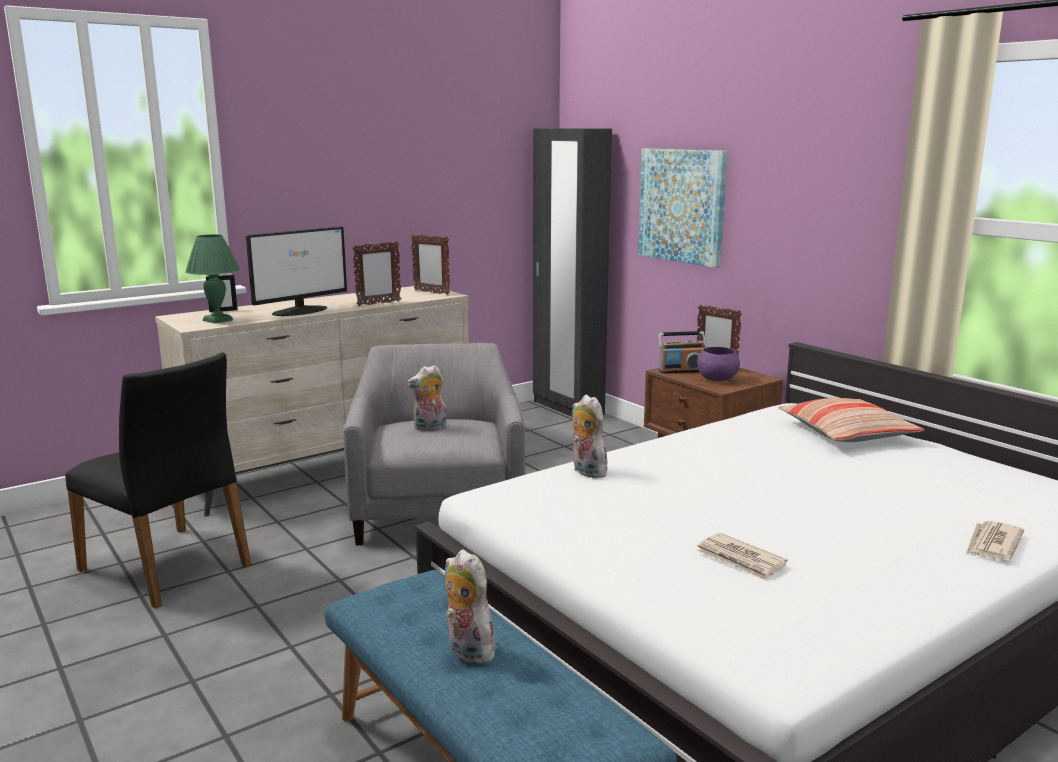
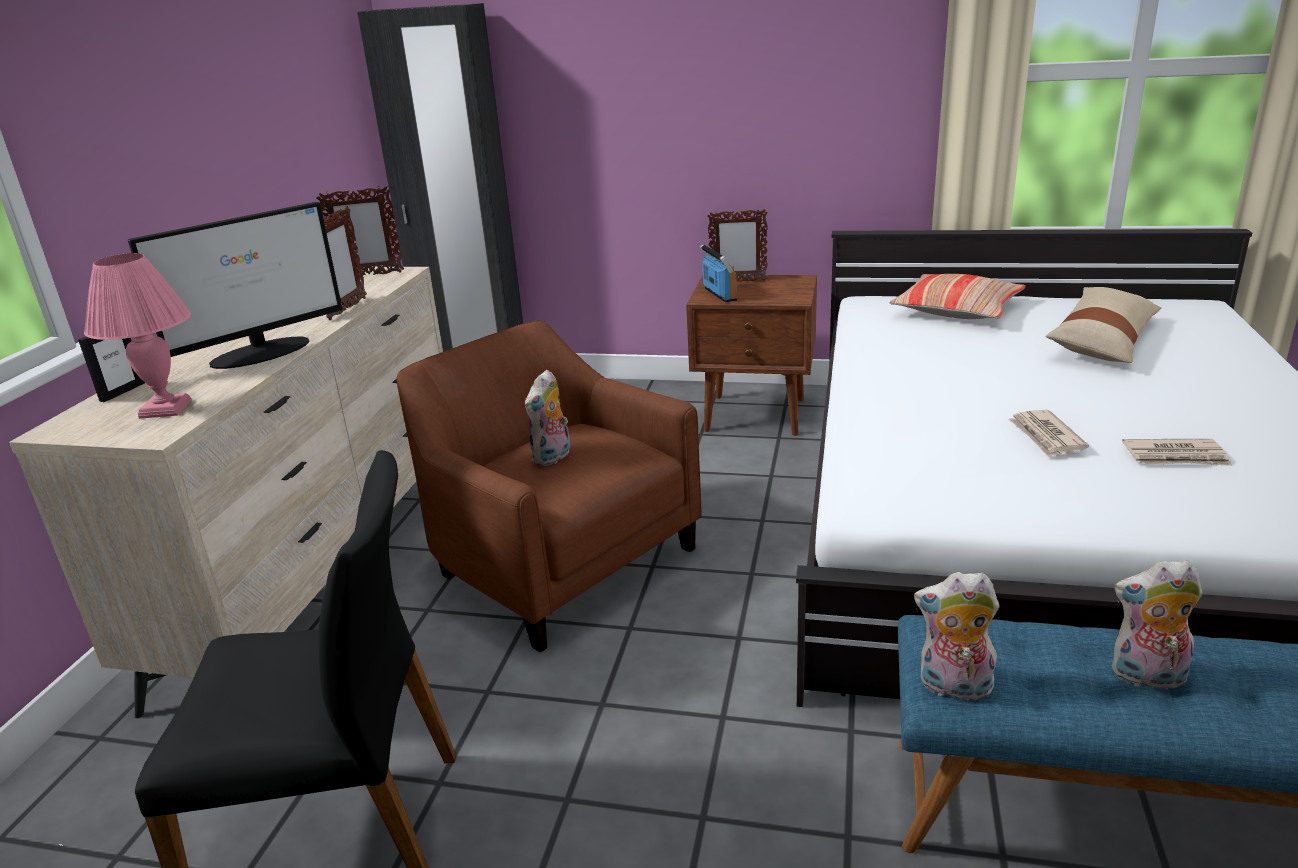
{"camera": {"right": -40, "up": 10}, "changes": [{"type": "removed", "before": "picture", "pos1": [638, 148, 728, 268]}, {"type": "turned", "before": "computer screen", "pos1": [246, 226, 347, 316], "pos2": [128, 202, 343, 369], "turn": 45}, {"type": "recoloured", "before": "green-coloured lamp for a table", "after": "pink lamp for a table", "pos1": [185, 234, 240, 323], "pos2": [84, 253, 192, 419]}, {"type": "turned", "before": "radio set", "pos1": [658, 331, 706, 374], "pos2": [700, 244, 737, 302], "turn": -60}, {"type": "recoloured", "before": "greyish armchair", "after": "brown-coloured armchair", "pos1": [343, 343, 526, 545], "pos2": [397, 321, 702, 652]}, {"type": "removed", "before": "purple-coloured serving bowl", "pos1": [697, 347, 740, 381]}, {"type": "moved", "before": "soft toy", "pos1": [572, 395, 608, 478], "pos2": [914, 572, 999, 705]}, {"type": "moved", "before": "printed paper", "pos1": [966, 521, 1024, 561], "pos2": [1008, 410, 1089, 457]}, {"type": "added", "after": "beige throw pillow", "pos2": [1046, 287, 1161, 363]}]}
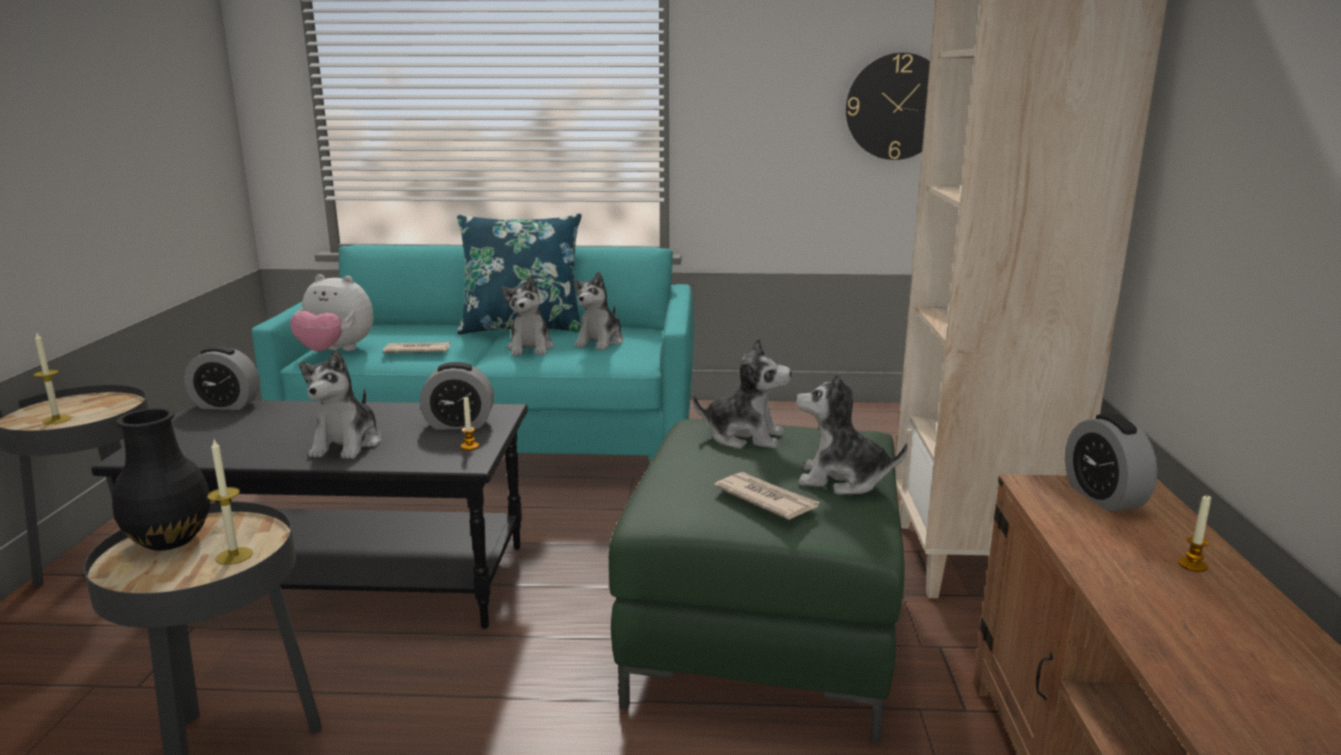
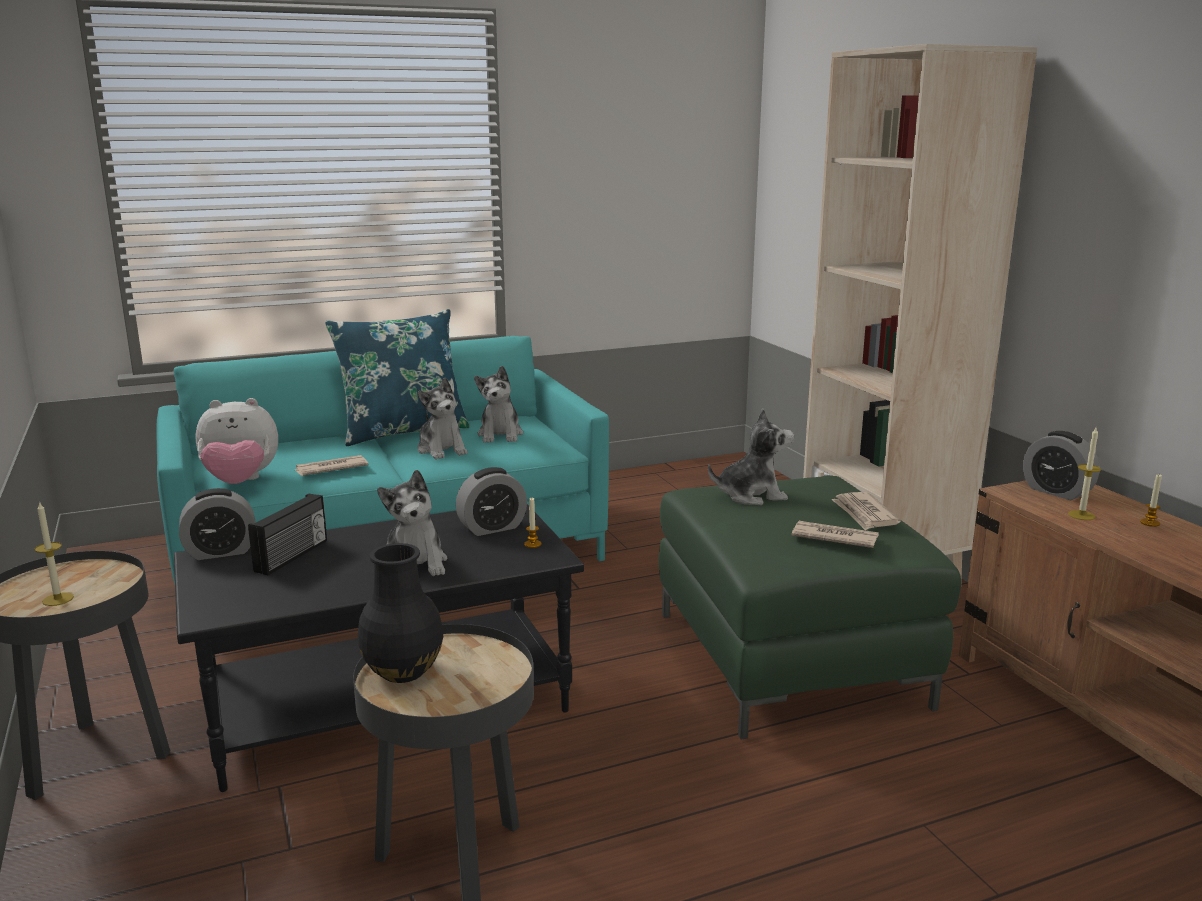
{"camera": {"right": -25, "up": 0}, "changes": [{"type": "removed", "before": "wall clock", "pos1": [846, 53, 930, 160]}, {"type": "replaced", "before": "soft toy", "after": "printed paper", "pos1": [796, 372, 908, 495], "pos2": [831, 492, 901, 531]}, {"type": "moved", "before": "candle", "pos1": [207, 440, 253, 565], "pos2": [1068, 428, 1101, 520]}, {"type": "added", "after": "radio set", "pos2": [248, 493, 327, 575]}]}
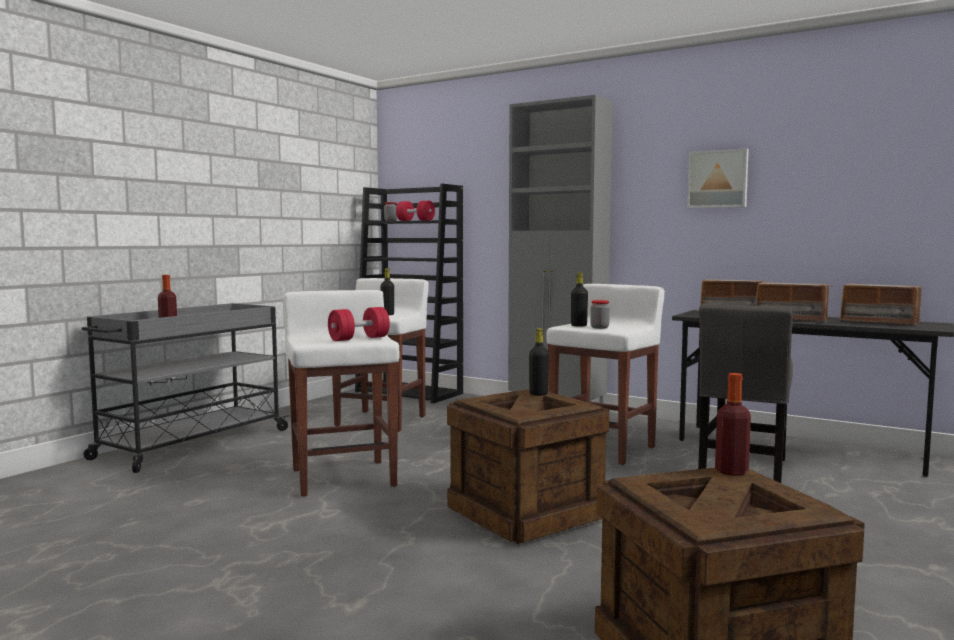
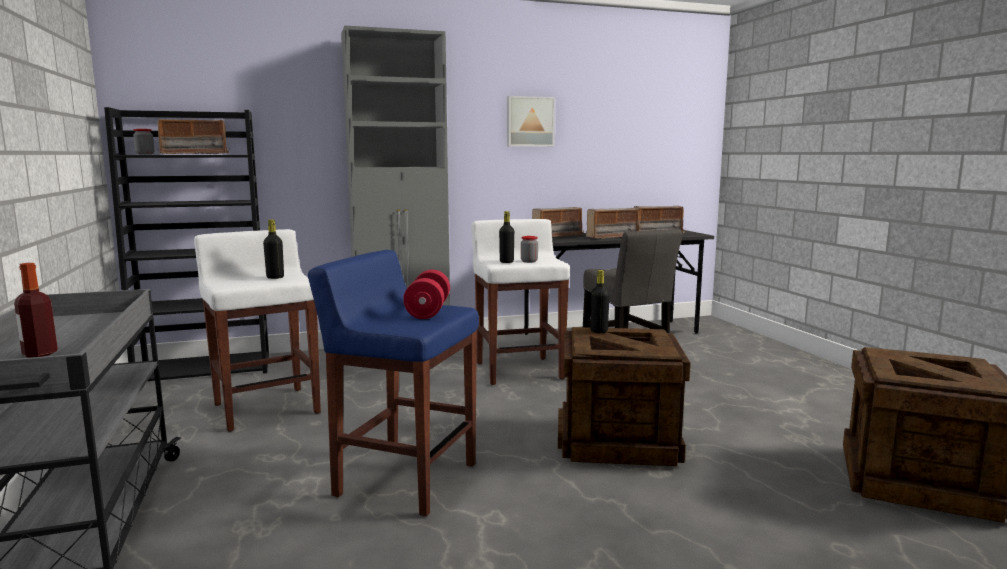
{"camera": {"right": -50, "up": 5}, "changes": [{"type": "replaced", "before": "red free weight", "after": "radio set", "pos1": [396, 201, 435, 221], "pos2": [157, 119, 230, 155]}, {"type": "recoloured", "before": "whitish sitting stool", "after": "blue sitting stool", "pos1": [283, 290, 399, 497], "pos2": [308, 250, 479, 517]}, {"type": "removed", "before": "bottle", "pos1": [715, 373, 751, 475]}]}
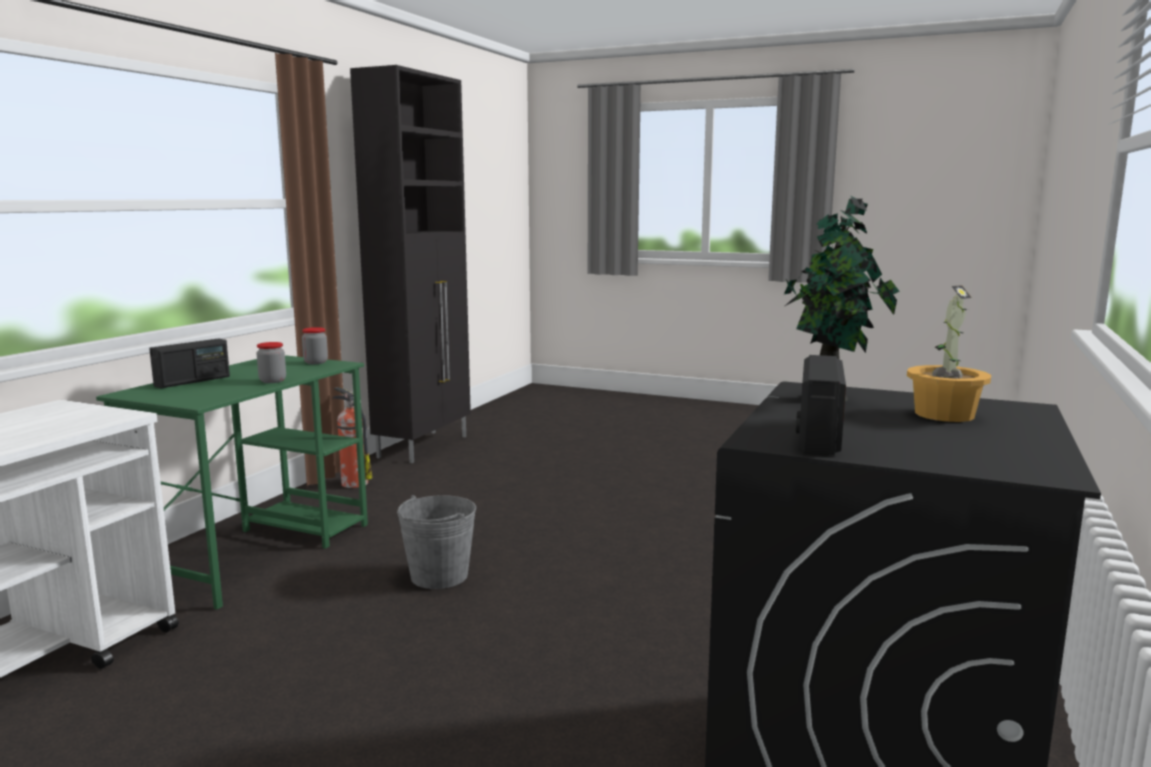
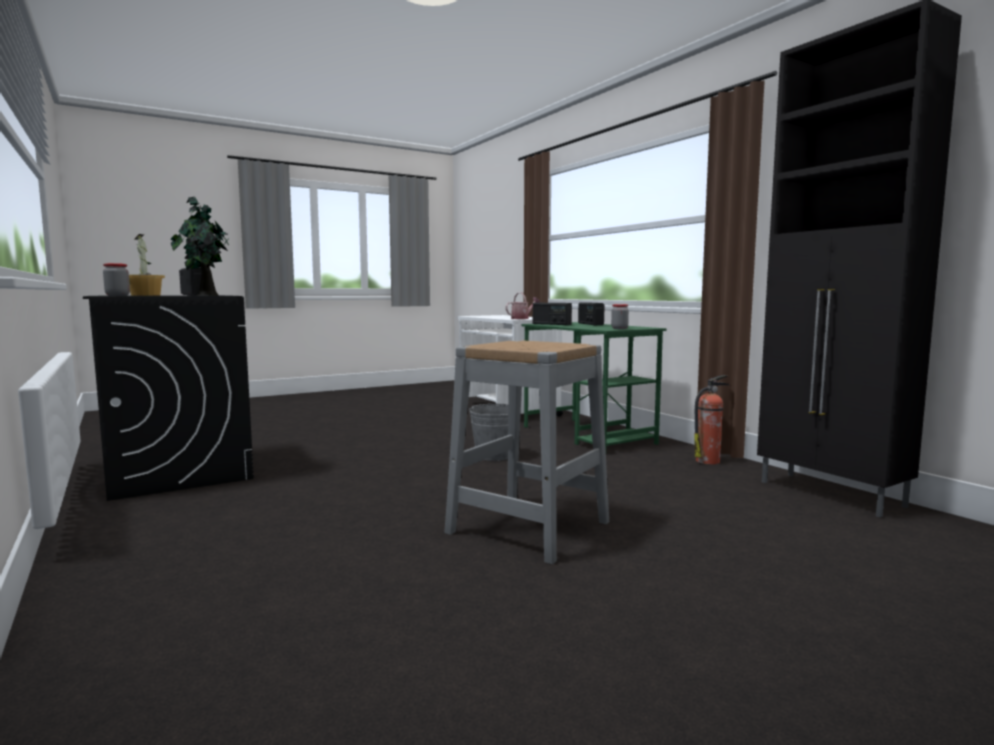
{"camera": {"right": 125, "up": -5}, "changes": [{"type": "moved", "before": "preserve jar", "pos1": [257, 342, 286, 383], "pos2": [103, 263, 130, 296]}, {"type": "added", "after": "sprinkling can", "pos2": [506, 292, 540, 319]}, {"type": "added", "after": "radio set", "pos2": [533, 303, 572, 325]}, {"type": "added", "after": "greyish sitting stool", "pos2": [444, 340, 609, 564]}]}
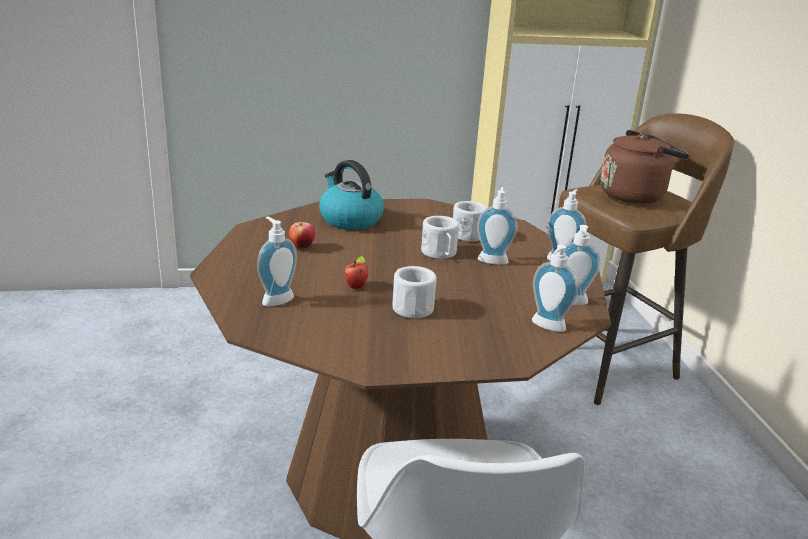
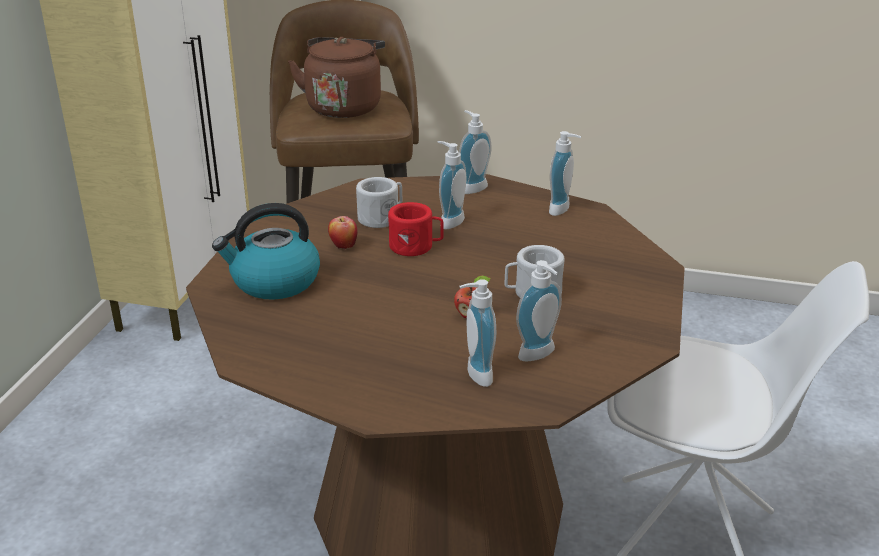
{"camera": {"right": -65, "up": 5}, "changes": [{"type": "recoloured", "before": "whitish coffee mug", "after": "red coffee mug", "pos1": [421, 216, 459, 259], "pos2": [388, 202, 443, 256]}, {"type": "moved", "before": "apple", "pos1": [289, 222, 315, 249], "pos2": [328, 216, 357, 249]}, {"type": "moved", "before": "soap dispenser", "pos1": [532, 245, 578, 332], "pos2": [516, 260, 562, 362]}]}
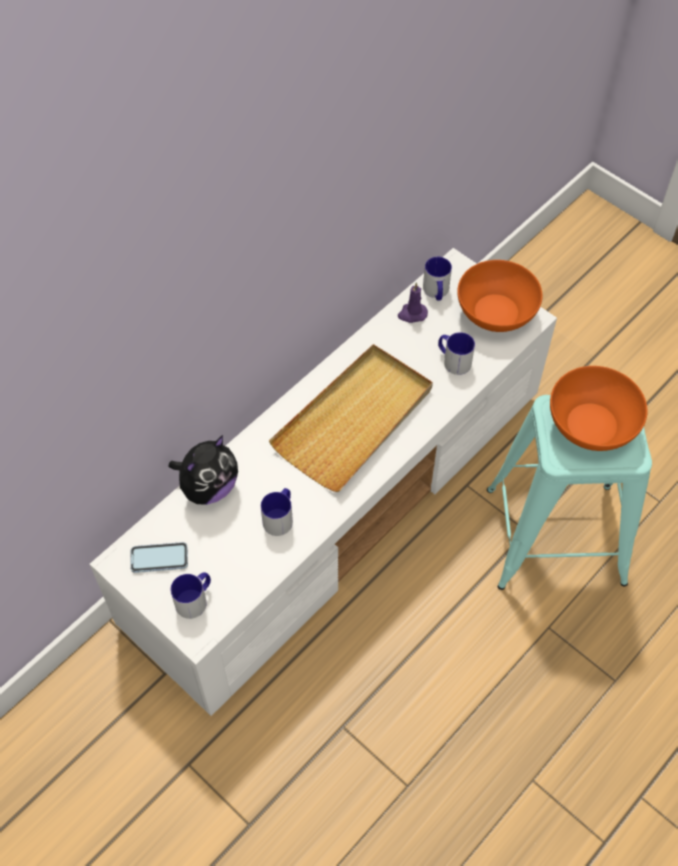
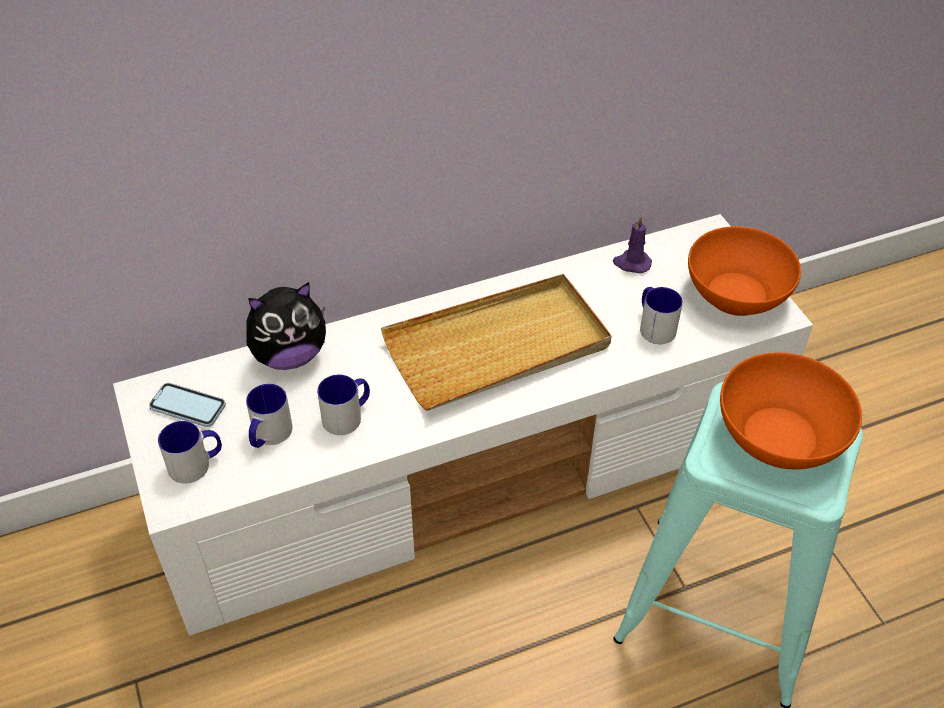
{"camera": {"right": 25, "up": -10}, "changes": [{"type": "moved", "before": "coffee mug", "pos1": [423, 256, 452, 301], "pos2": [246, 384, 293, 448]}]}
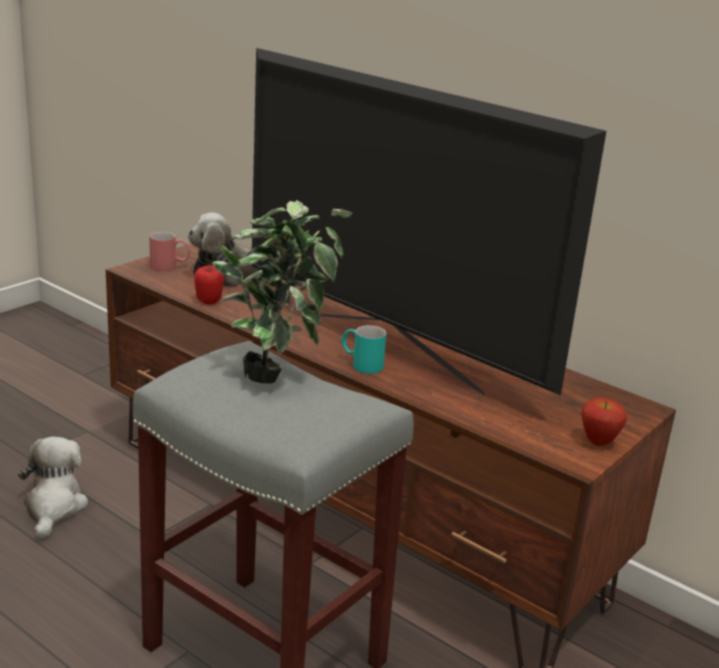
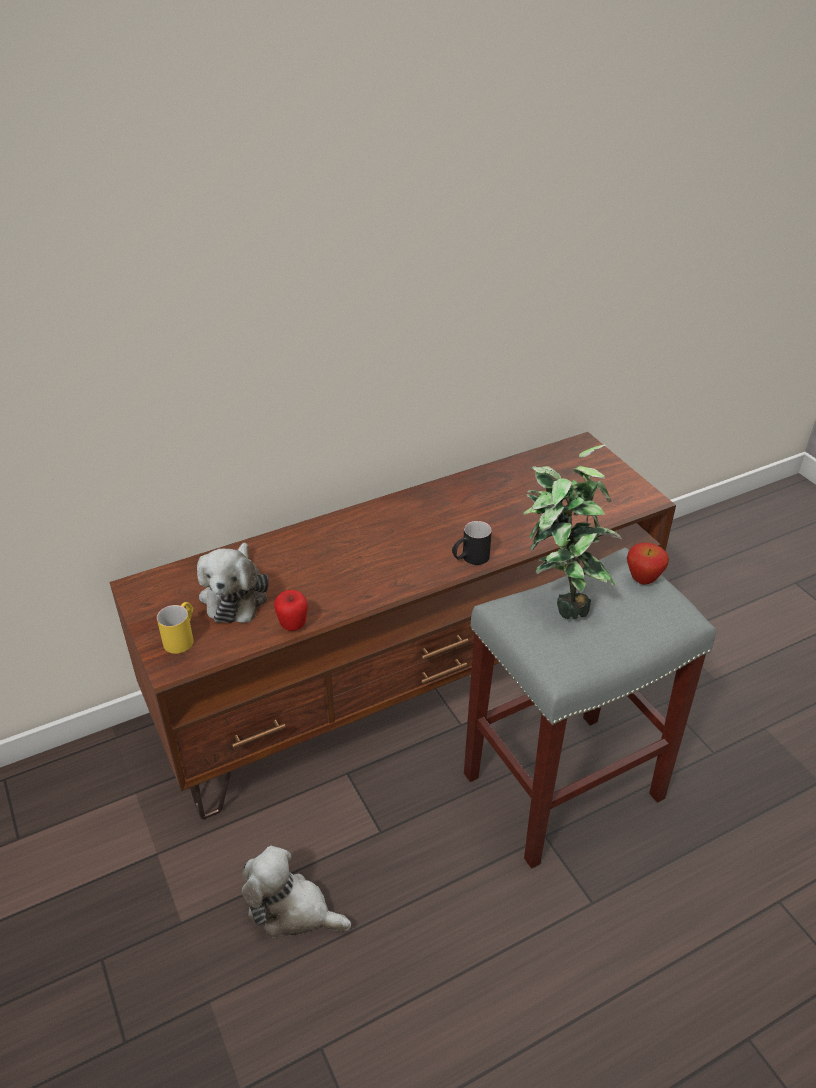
{"camera": {"right": -65, "up": 15}, "changes": [{"type": "removed", "before": "TV set", "pos1": [251, 48, 606, 396]}, {"type": "recoloured", "before": "red coffee mug", "after": "yellow-coloured coffee mug", "pos1": [149, 232, 190, 271], "pos2": [157, 602, 194, 654]}, {"type": "recoloured", "before": "turquoise coffee mug", "after": "blackish coffee mug", "pos1": [341, 325, 386, 374], "pos2": [452, 521, 492, 565]}, {"type": "moved", "before": "apple", "pos1": [581, 398, 627, 446], "pos2": [627, 543, 669, 585]}]}
